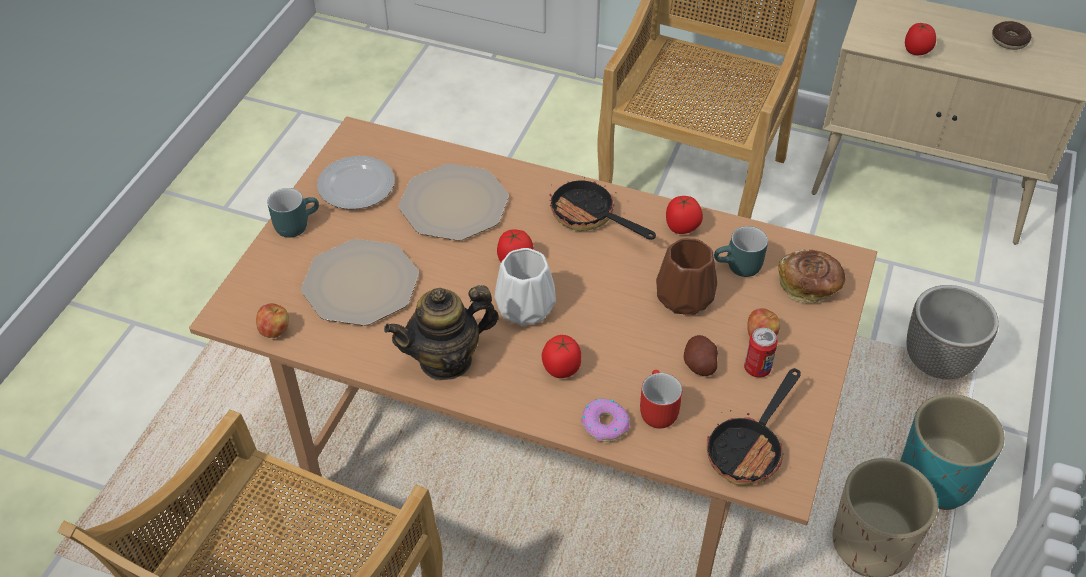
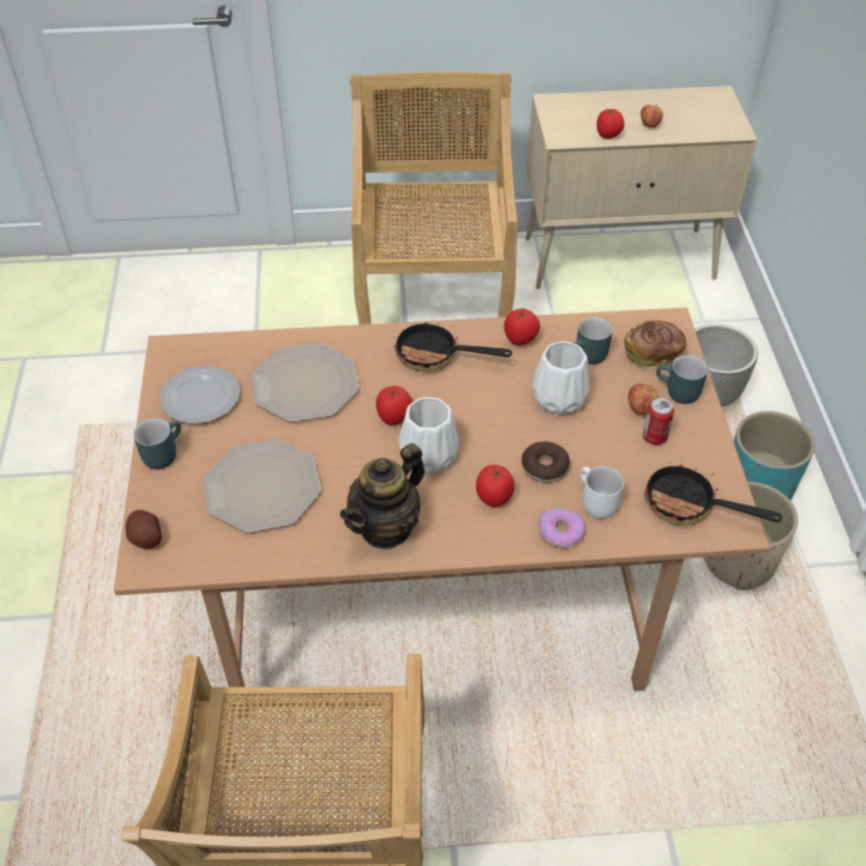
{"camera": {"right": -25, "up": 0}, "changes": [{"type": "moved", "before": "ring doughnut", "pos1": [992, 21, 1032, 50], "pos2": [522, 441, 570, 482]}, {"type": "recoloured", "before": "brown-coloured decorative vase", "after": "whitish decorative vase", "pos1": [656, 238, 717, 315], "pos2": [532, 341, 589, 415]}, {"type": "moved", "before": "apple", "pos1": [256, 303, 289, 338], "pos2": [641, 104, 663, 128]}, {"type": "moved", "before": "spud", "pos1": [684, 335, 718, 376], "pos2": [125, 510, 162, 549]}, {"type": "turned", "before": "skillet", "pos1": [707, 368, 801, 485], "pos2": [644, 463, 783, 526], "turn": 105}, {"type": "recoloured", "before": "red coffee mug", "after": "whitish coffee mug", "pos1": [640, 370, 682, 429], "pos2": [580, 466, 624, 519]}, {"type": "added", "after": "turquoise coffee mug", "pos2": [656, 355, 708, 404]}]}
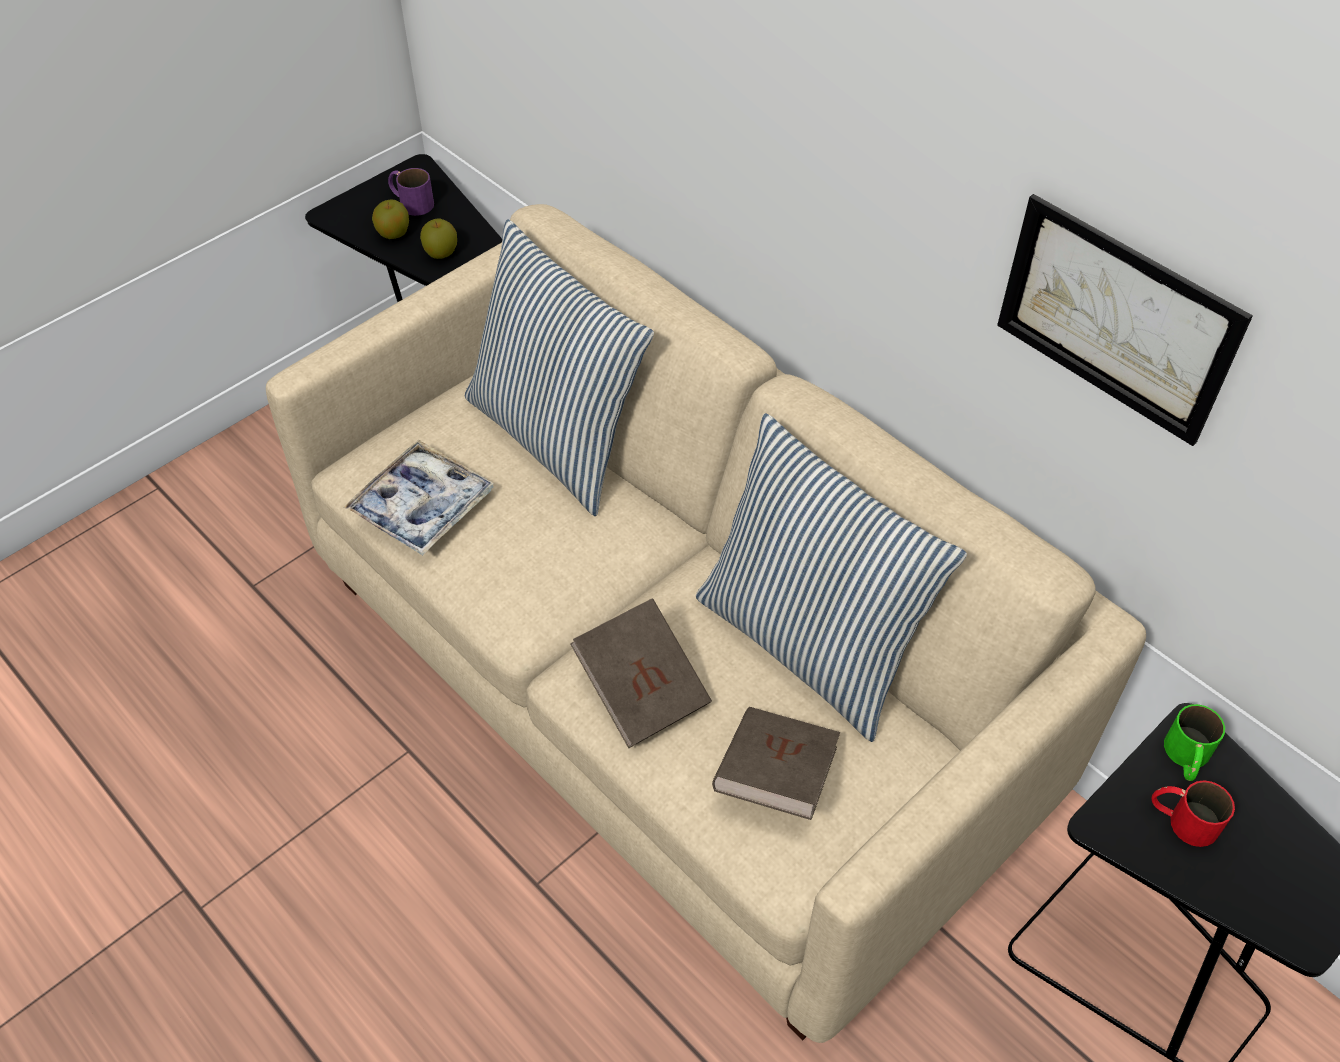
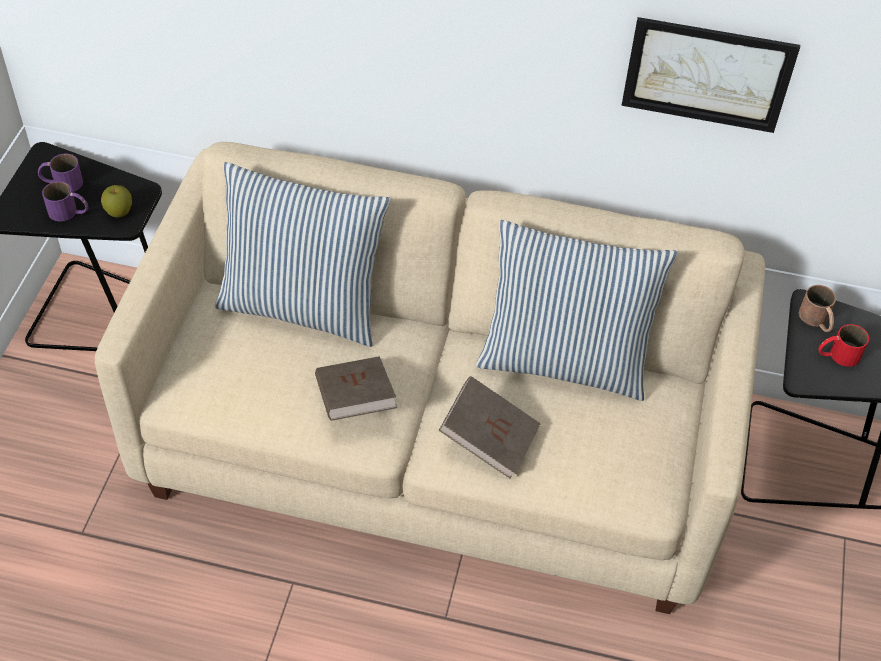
{"camera": {"right": -35, "up": 0}, "changes": [{"type": "replaced", "before": "apple", "after": "purple-coloured coffee mug", "pos1": [372, 200, 409, 239], "pos2": [42, 181, 88, 222]}, {"type": "removed", "before": "carrying tray", "pos1": [344, 440, 494, 555]}, {"type": "recoloured", "before": "green-coloured coffee mug", "after": "brown-coloured coffee mug", "pos1": [1164, 704, 1225, 781], "pos2": [799, 285, 836, 332]}, {"type": "moved", "before": "brown-coloured volume", "pos1": [712, 707, 840, 820], "pos2": [315, 356, 397, 421]}]}
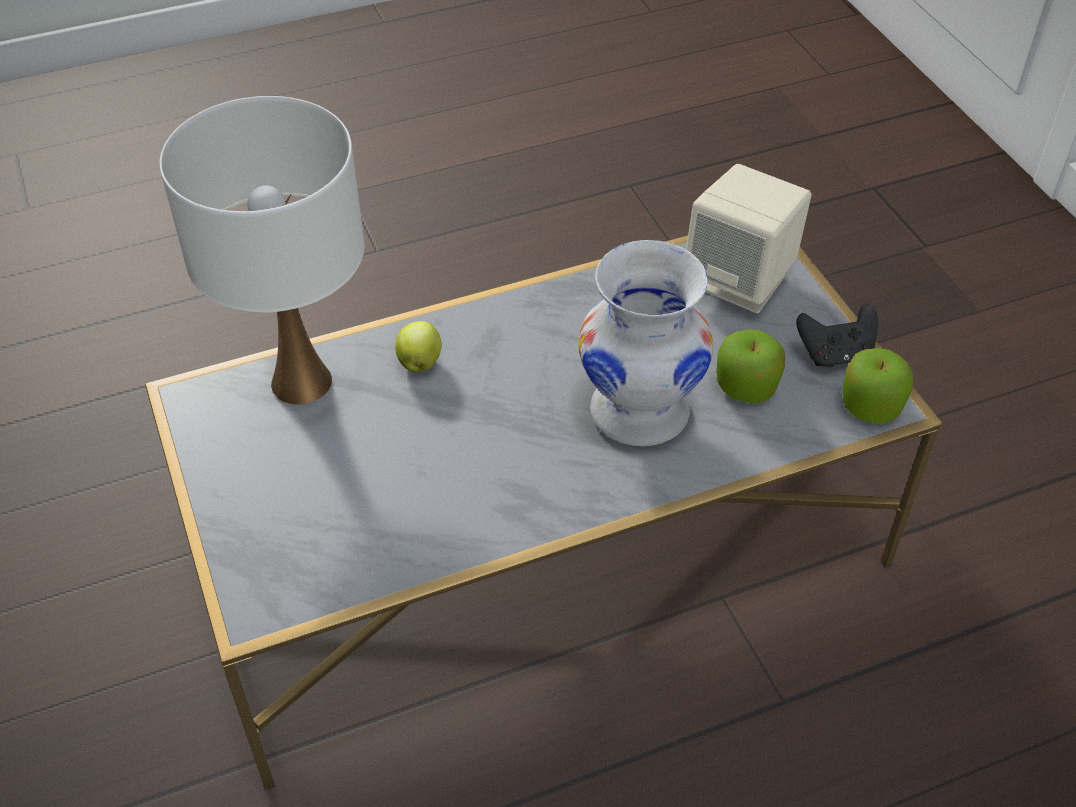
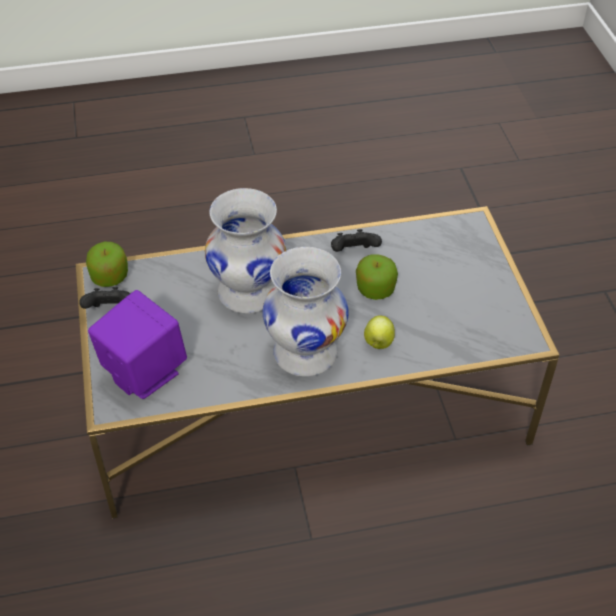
{"camera": {"right": -170, "up": 0}, "changes": [{"type": "removed", "before": "whitish lamp for a table", "pos1": [160, 96, 365, 404]}, {"type": "recoloured", "before": "beige audio speaker", "after": "purple-coloured audio speaker", "pos1": [686, 164, 811, 313], "pos2": [88, 290, 187, 399]}, {"type": "moved", "before": "apple", "pos1": [716, 330, 785, 403], "pos2": [356, 254, 398, 300]}, {"type": "added", "after": "blackish joypad", "pos2": [331, 229, 382, 252]}, {"type": "added", "after": "whitish decorative vase", "pos2": [262, 247, 349, 377]}]}
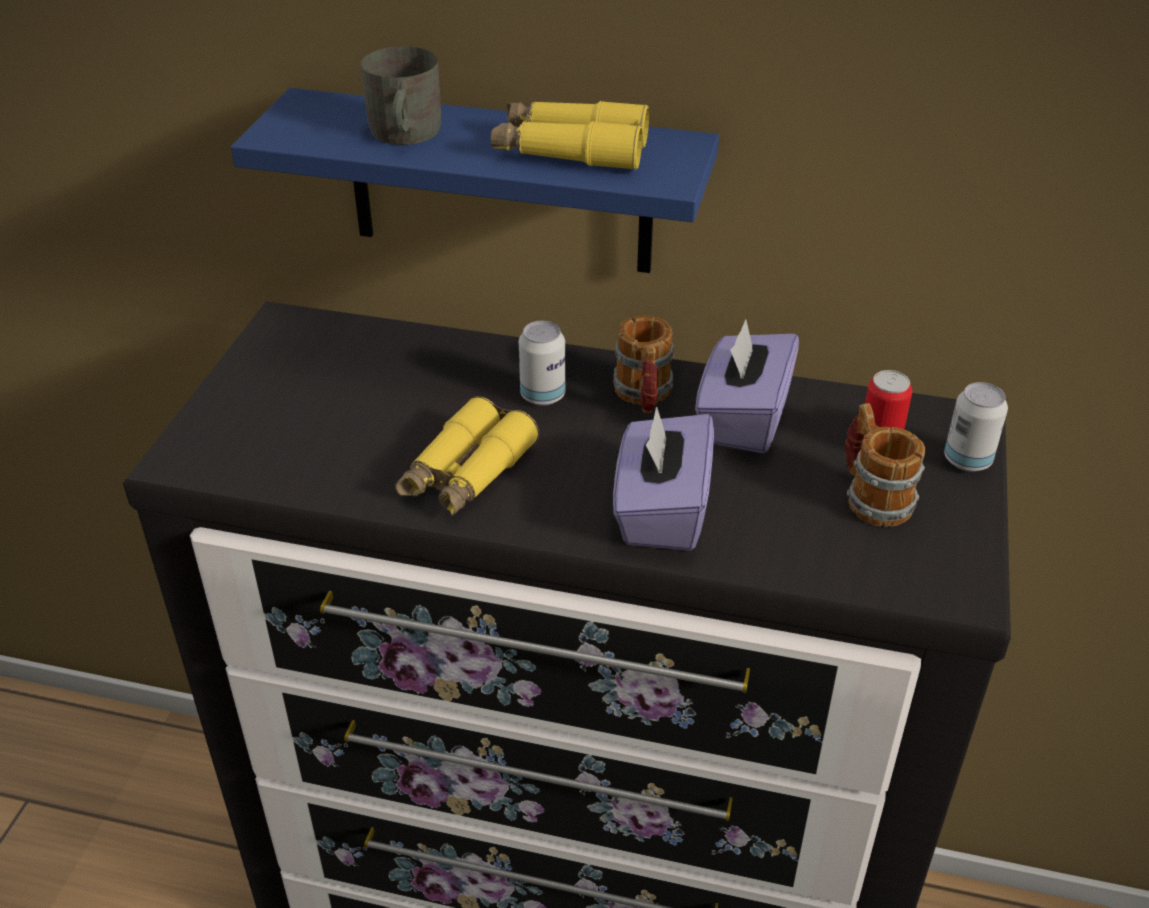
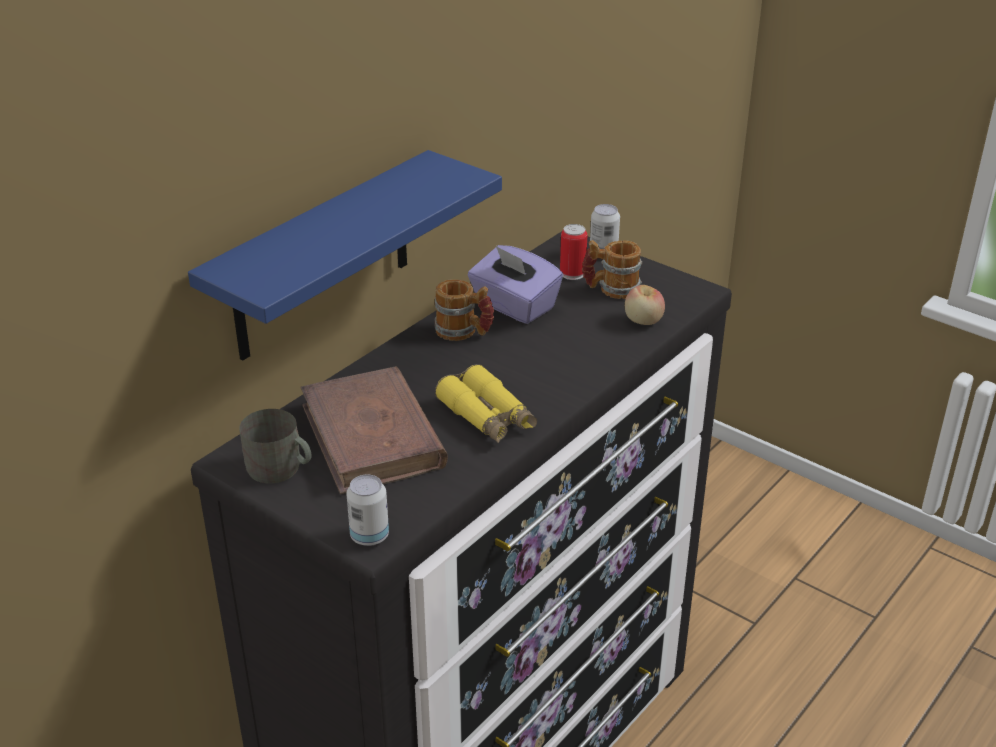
{"camera": {"right": -65, "up": -5}, "changes": [{"type": "moved", "before": "greyish coffee mug", "pos1": [361, 46, 441, 145], "pos2": [239, 409, 311, 484]}, {"type": "removed", "before": "yellow-coloured pair of binoculars", "pos1": [491, 101, 649, 170]}, {"type": "moved", "before": "sealed can", "pos1": [519, 321, 566, 406], "pos2": [346, 475, 389, 546]}, {"type": "removed", "before": "purple-coloured box of tissues", "pos1": [613, 406, 714, 551]}, {"type": "added", "after": "apple", "pos2": [625, 285, 665, 325]}, {"type": "added", "after": "brown-coloured volume", "pos2": [300, 366, 448, 495]}]}
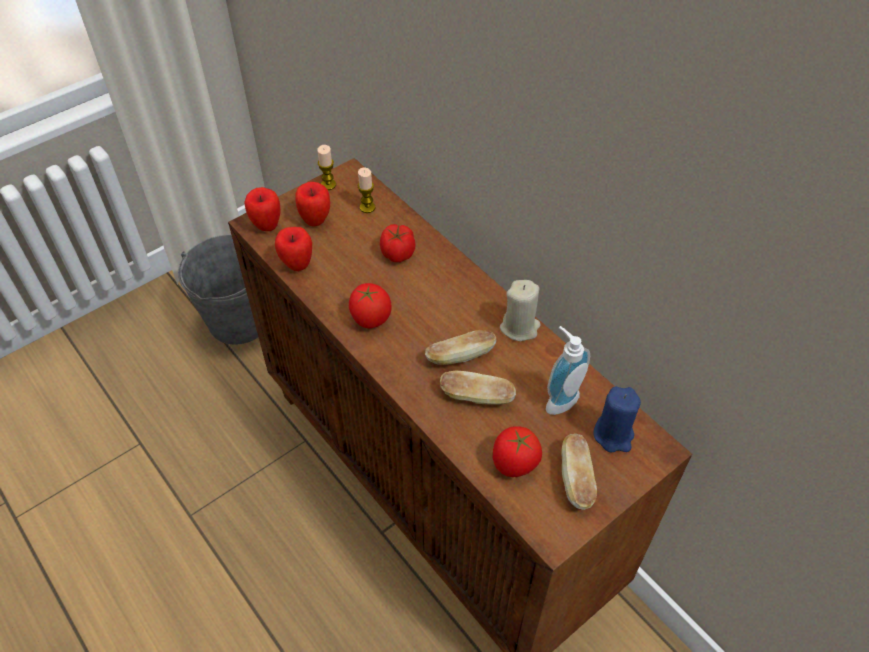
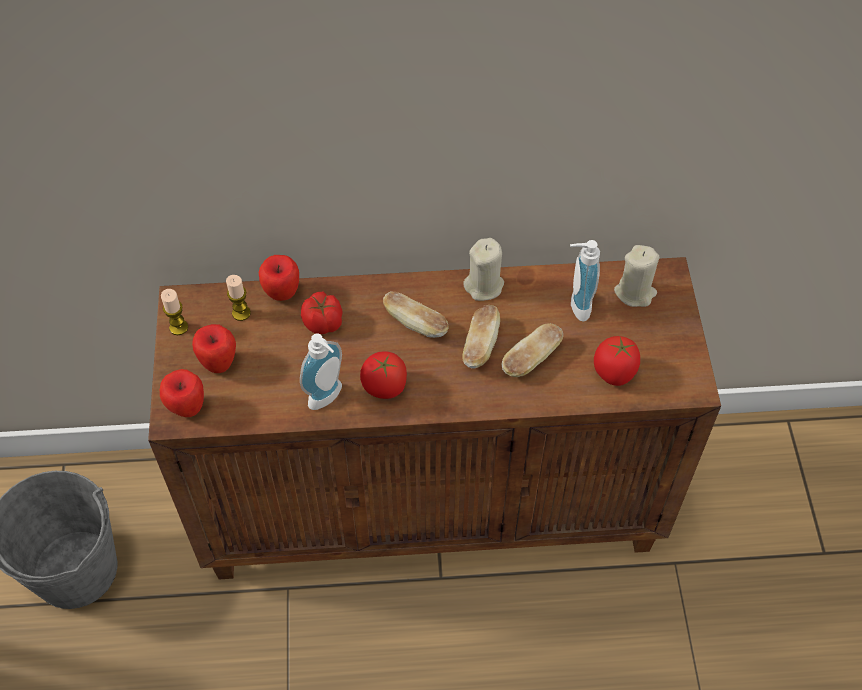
{"camera": {"right": -55, "up": 5}, "changes": [{"type": "moved", "before": "apple", "pos1": [275, 227, 312, 271], "pos2": [259, 255, 299, 301]}, {"type": "recoloured", "before": "blue candle", "after": "beige candle", "pos1": [593, 387, 641, 453], "pos2": [614, 245, 659, 307]}, {"type": "moved", "before": "bakery bread", "pos1": [561, 434, 597, 510], "pos2": [383, 292, 449, 338]}, {"type": "added", "after": "soap dispenser", "pos2": [300, 334, 342, 410]}]}
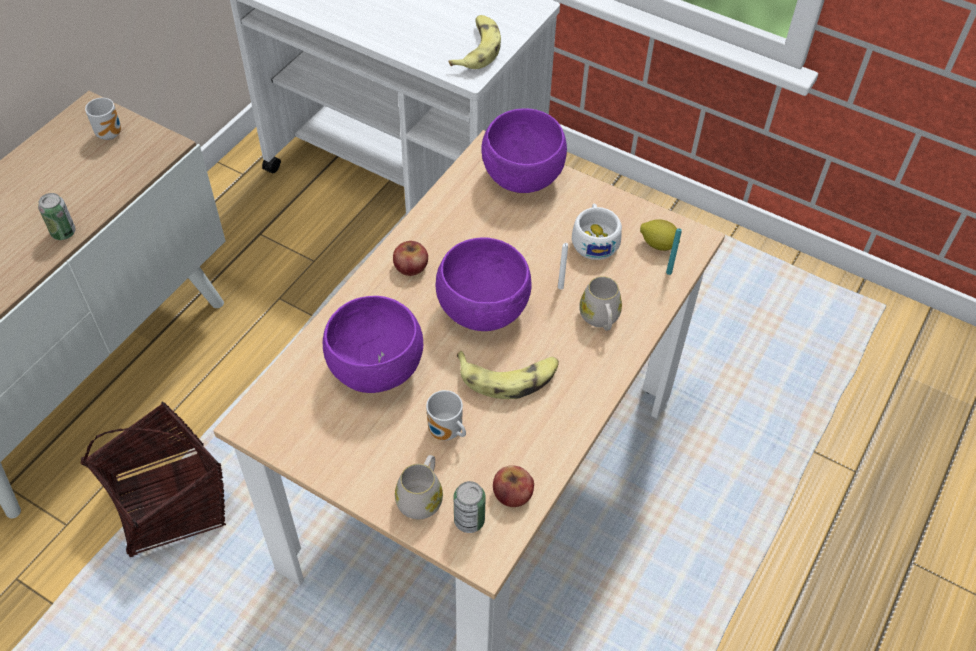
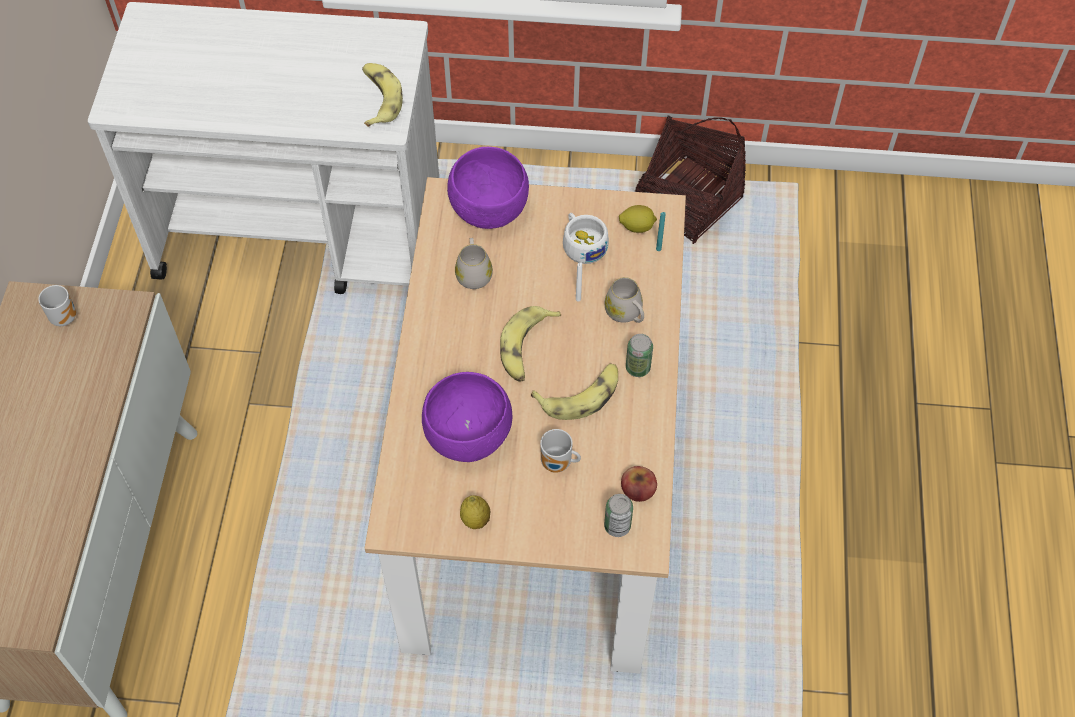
{"camera": {"right": -25, "up": 5}, "changes": [{"type": "moved", "before": "sealed can", "pos1": [38, 193, 76, 240], "pos2": [626, 334, 653, 377]}, {"type": "replaced", "before": "purple-coloured serving bowl", "after": "banana fruit", "pos1": [436, 237, 532, 331], "pos2": [500, 306, 561, 381]}, {"type": "removed", "before": "apple", "pos1": [393, 241, 428, 276]}, {"type": "moved", "before": "household basket", "pos1": [80, 402, 226, 557], "pos2": [634, 116, 746, 244]}, {"type": "moved", "before": "whitish coffee mug", "pos1": [395, 455, 443, 519], "pos2": [455, 238, 493, 289]}, {"type": "added", "after": "whole lemon", "pos2": [460, 495, 490, 529]}]}
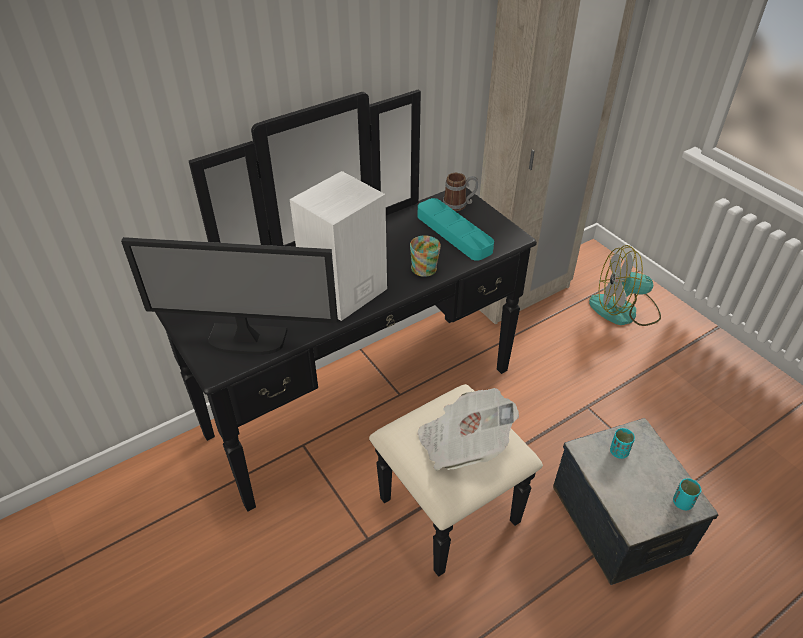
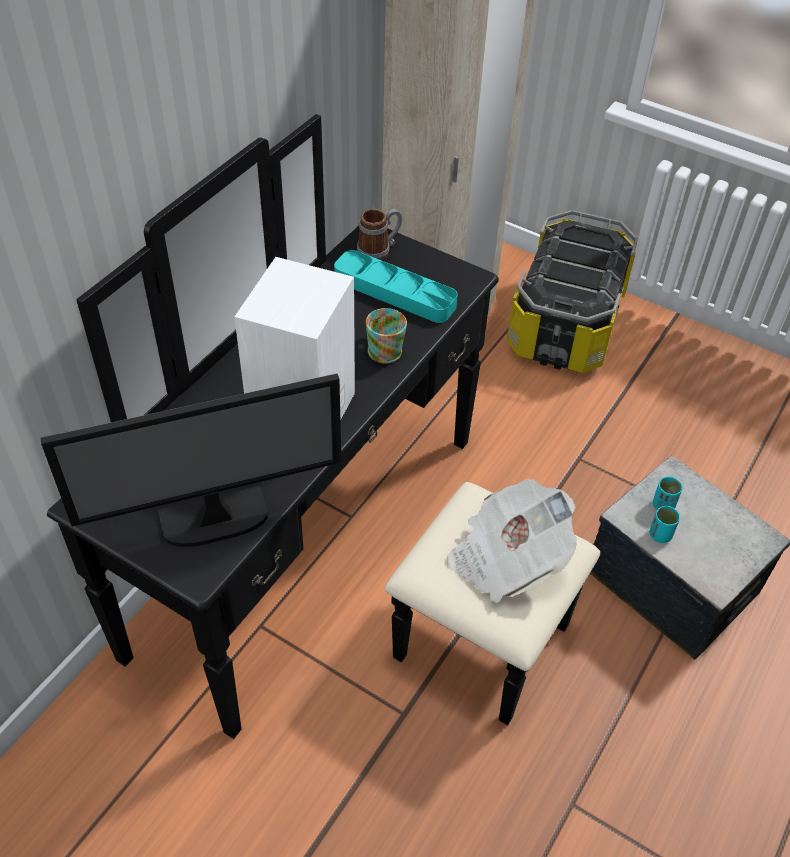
{"camera": {"right": -25, "up": 5}, "changes": [{"type": "replaced", "before": "electric fan", "after": "storage box", "pos1": [589, 245, 661, 326], "pos2": [507, 210, 638, 373]}, {"type": "moved", "before": "turquoise small cup", "pos1": [673, 478, 701, 510], "pos2": [650, 506, 680, 543]}]}
